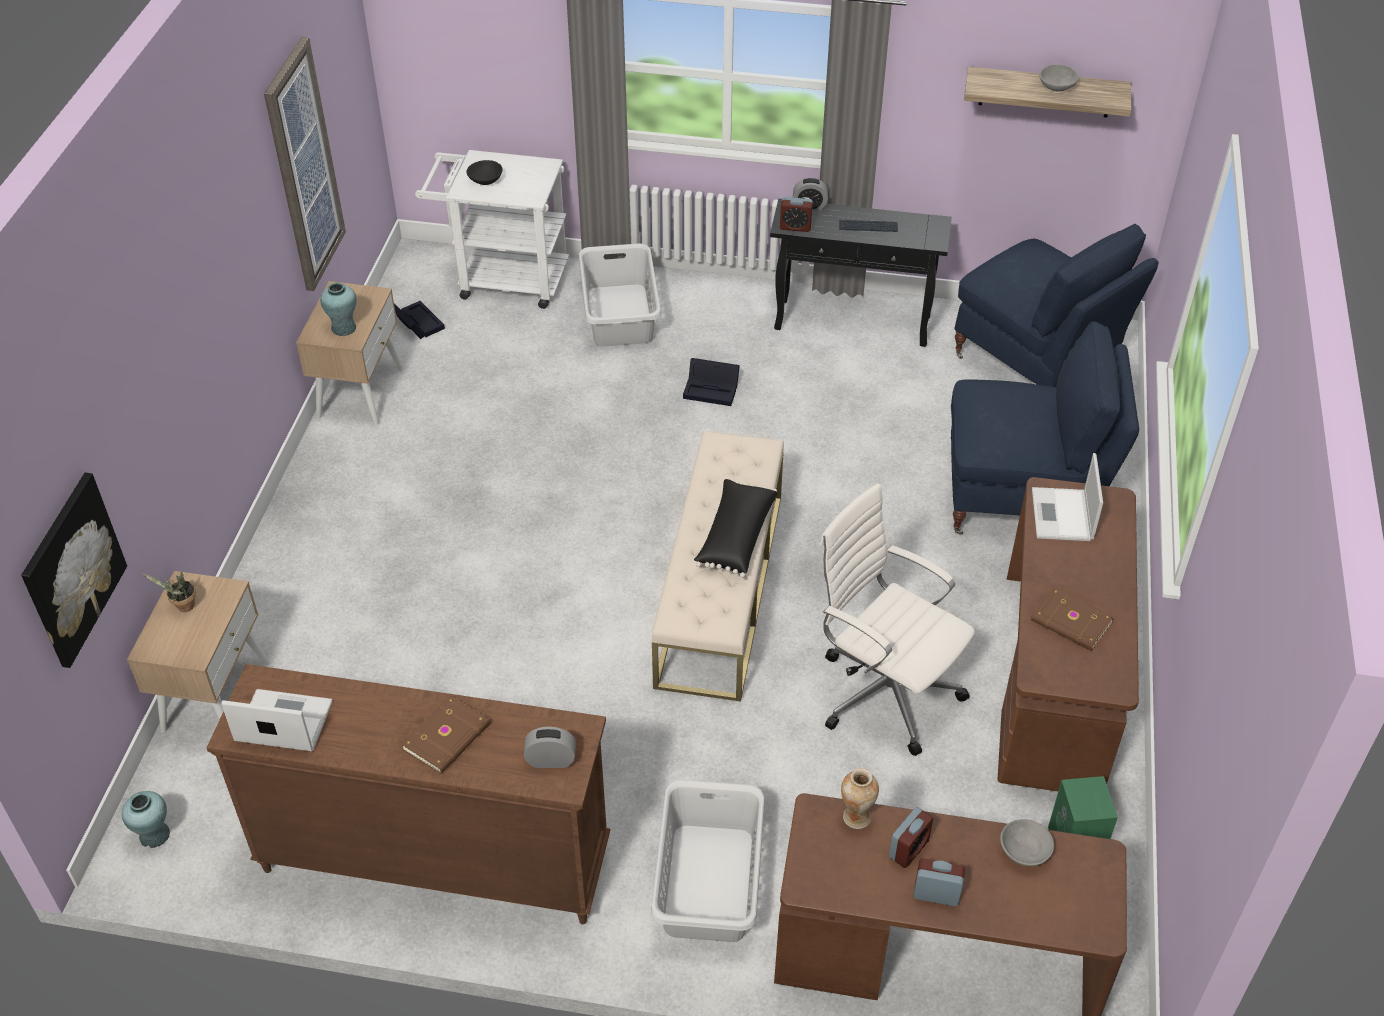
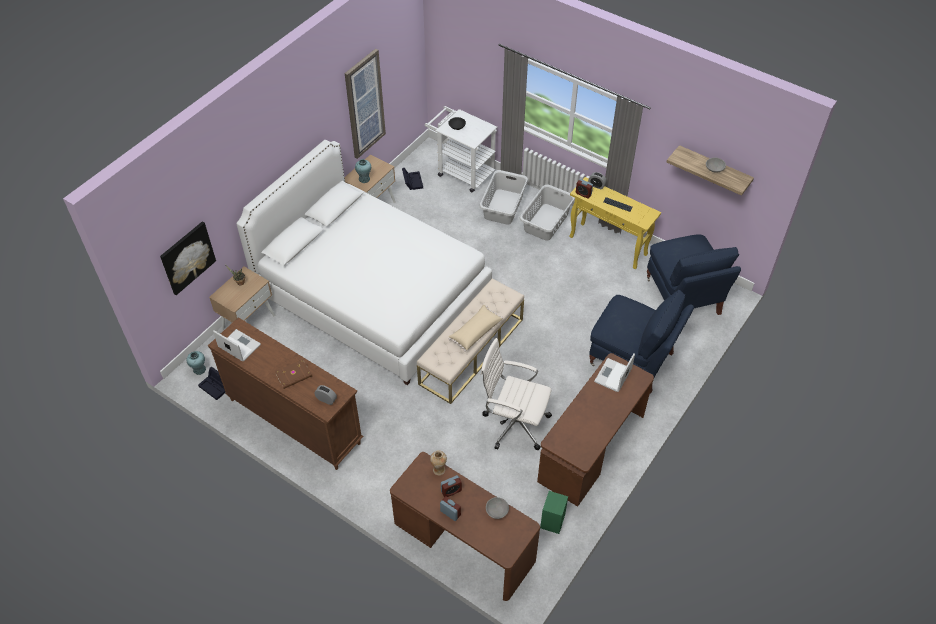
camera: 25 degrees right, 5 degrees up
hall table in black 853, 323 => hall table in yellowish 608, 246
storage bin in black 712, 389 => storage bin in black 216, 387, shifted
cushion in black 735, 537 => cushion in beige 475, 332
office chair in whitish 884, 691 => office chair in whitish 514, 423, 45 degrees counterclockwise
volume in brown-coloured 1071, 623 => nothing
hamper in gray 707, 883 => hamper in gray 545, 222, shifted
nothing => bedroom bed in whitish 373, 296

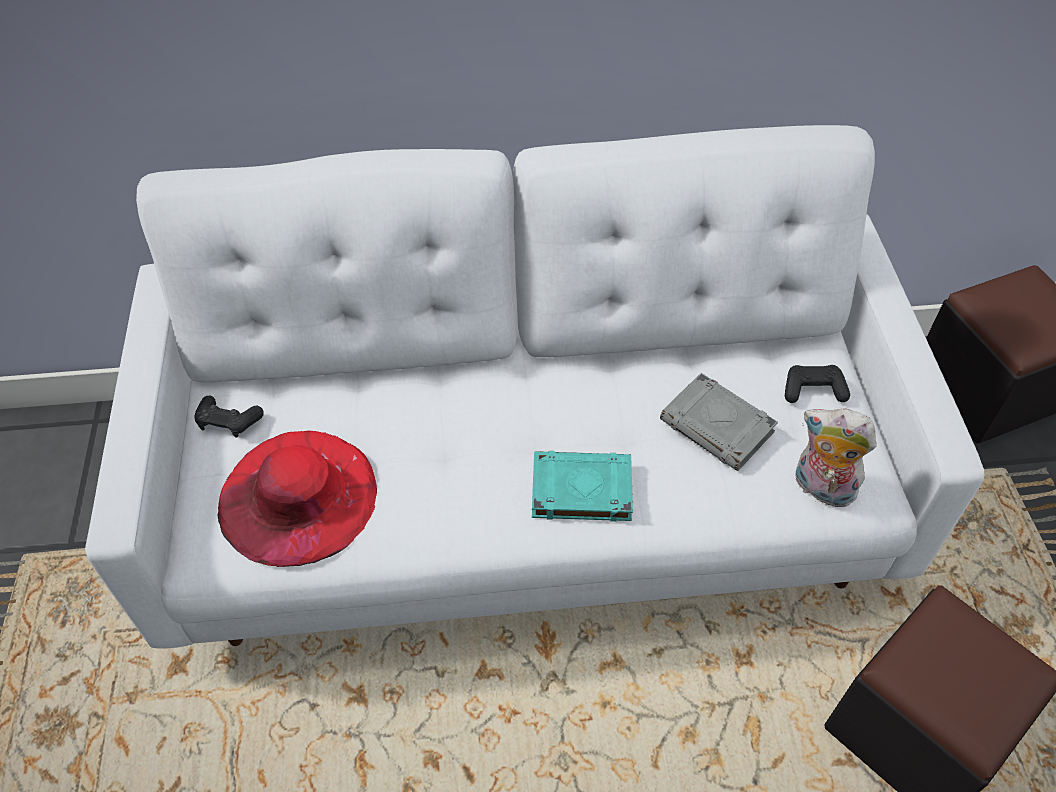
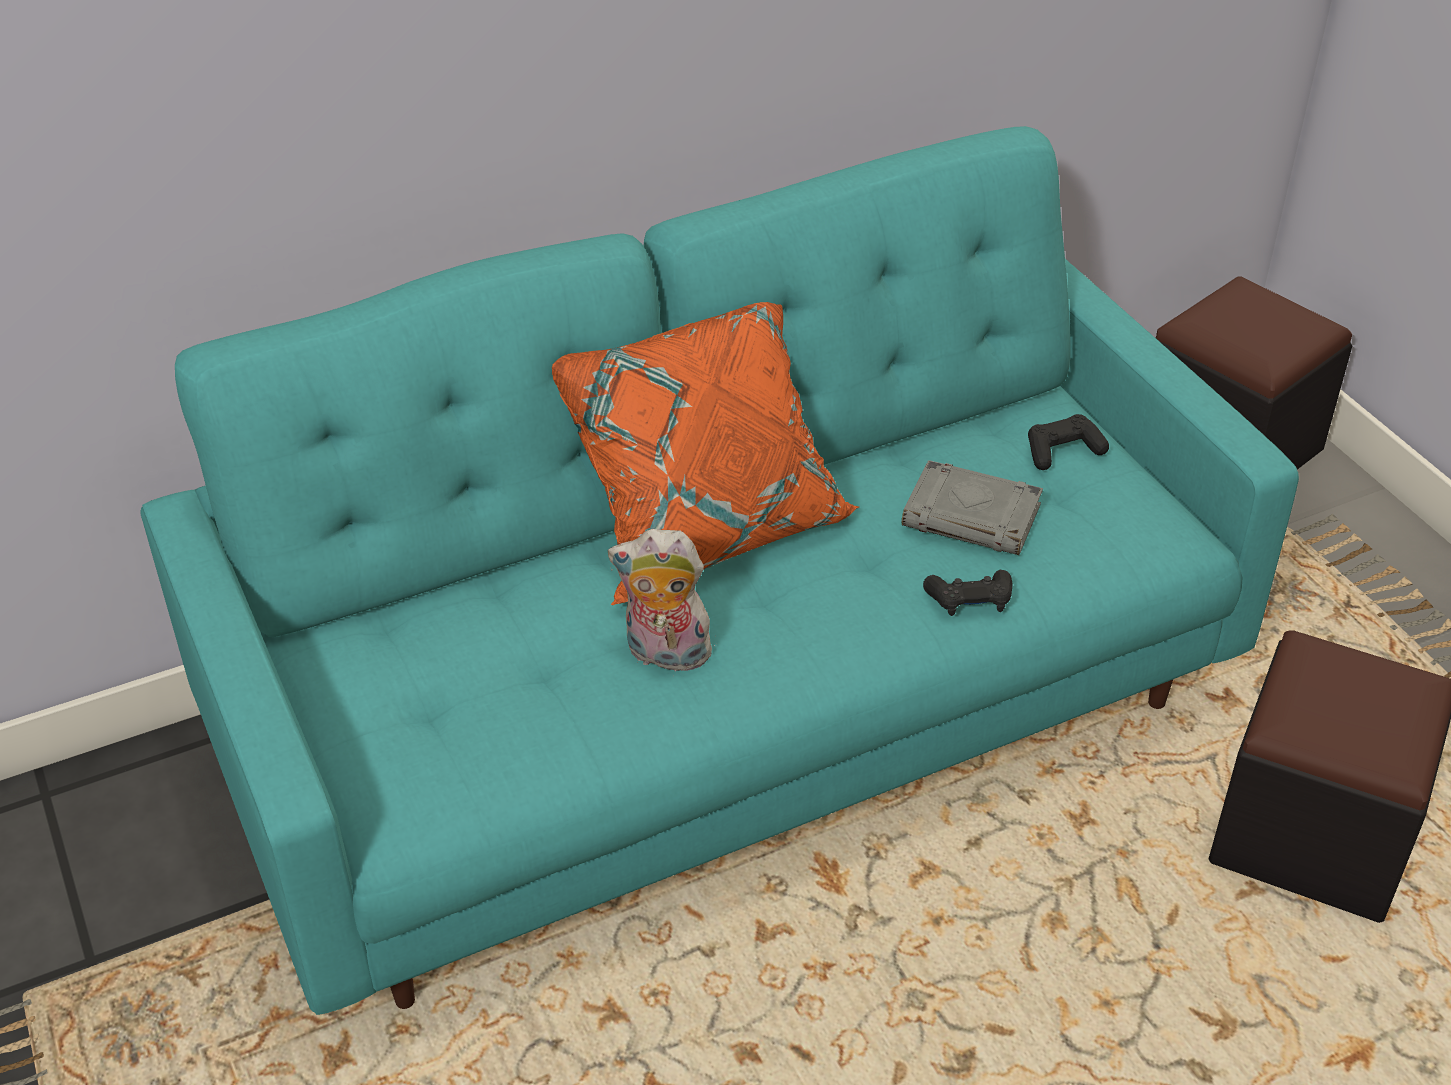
camera: 20 degrees left, 10 degrees down
settee in whitish 529, 501 => settee in turquoise-coloured 728, 722
gamepad in black 228, 421 => gamepad in black 969, 601, shifted
soft toy 820, 488 => soft toy 664, 655, shifted
wearable hat in red-coloured 298, 496 => nothing
volume in turquoise-coloured 580, 490 => nothing
nothing => cushion in orangey 704, 525

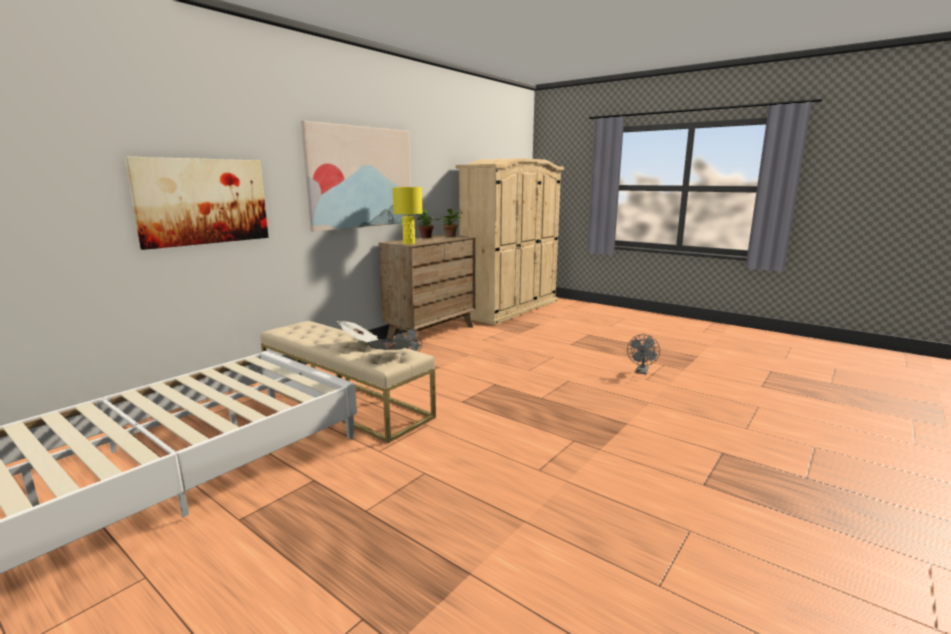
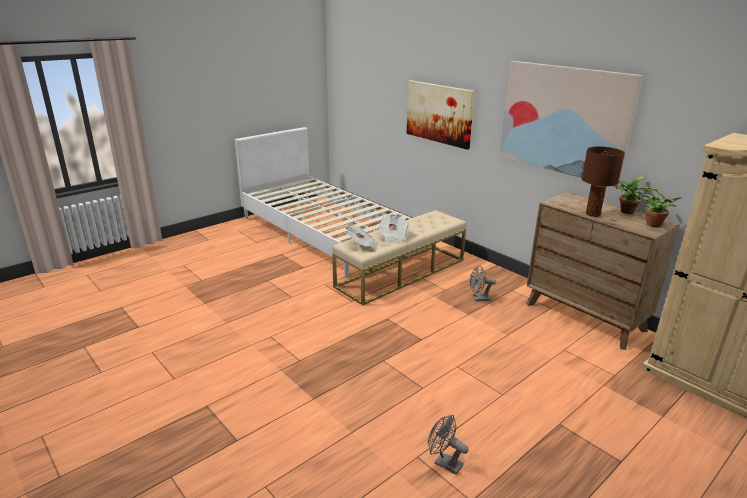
camera: 100 degrees right, 10 degrees up
tabletop lamp in yellowish 408, 243 => nothing
nothing => tabletop lamp in brown-coloured 593, 214

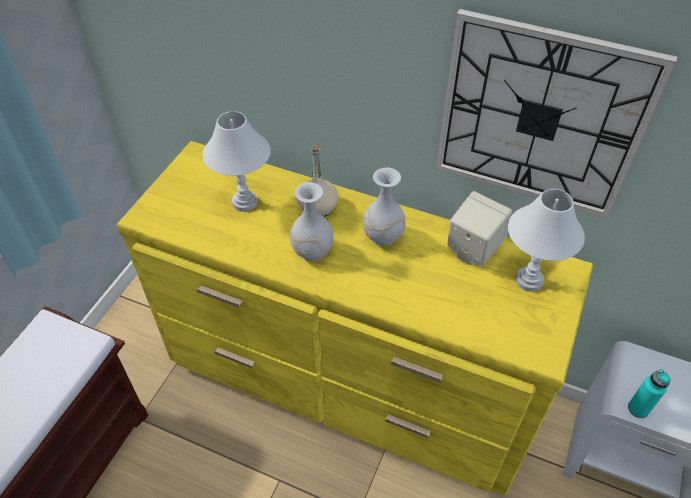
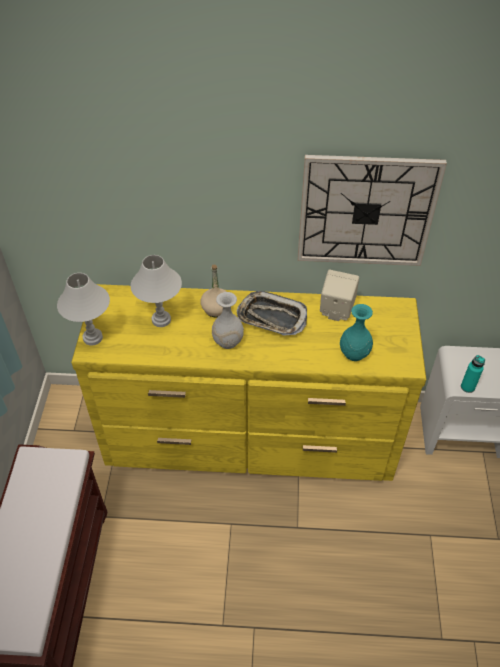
camera: 20 degrees left, 0 degrees up
flower vase in whitish 382, 236 => carrying tray 271, 317
tabletop lamp in whitish 529, 280 => tabletop lamp in whitish 93, 337, shifted
nothing => flower vase in turquoise-coloured 354, 353

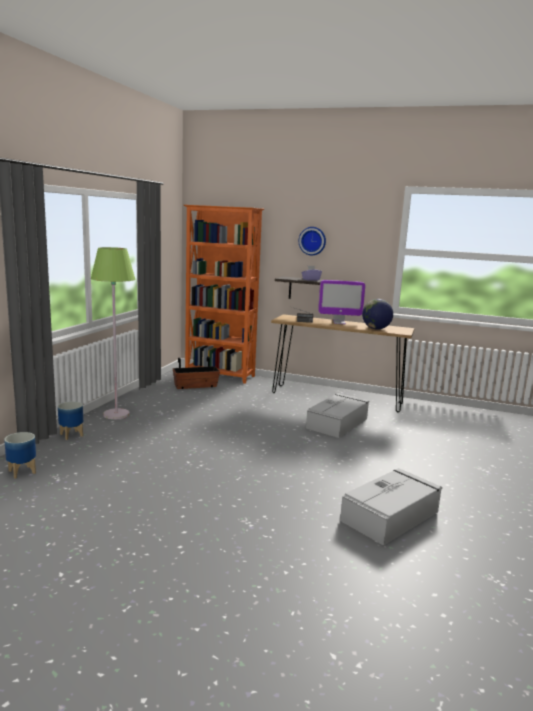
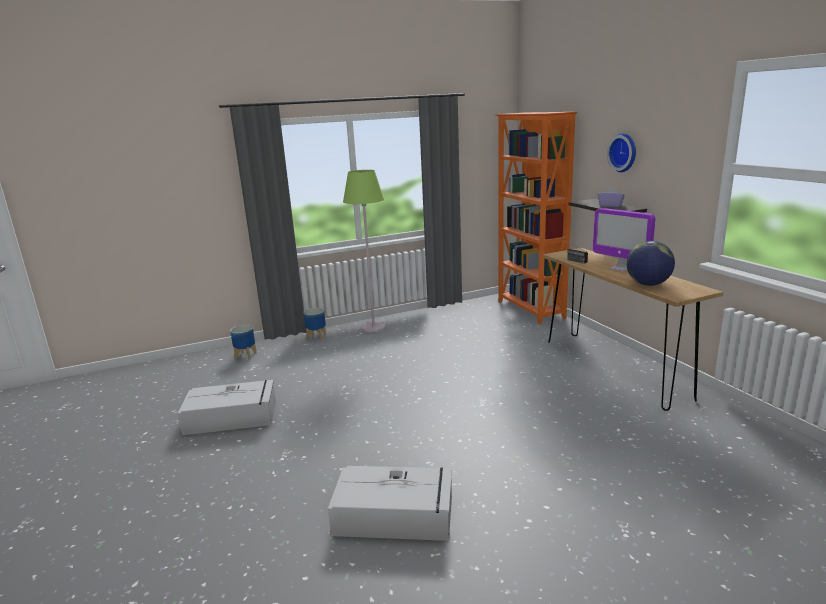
camera: 50 degrees right, 5 degrees up
planter 195, 386 => nothing
storage bin in gray 338, 423 => storage bin in gray 233, 417, shifted

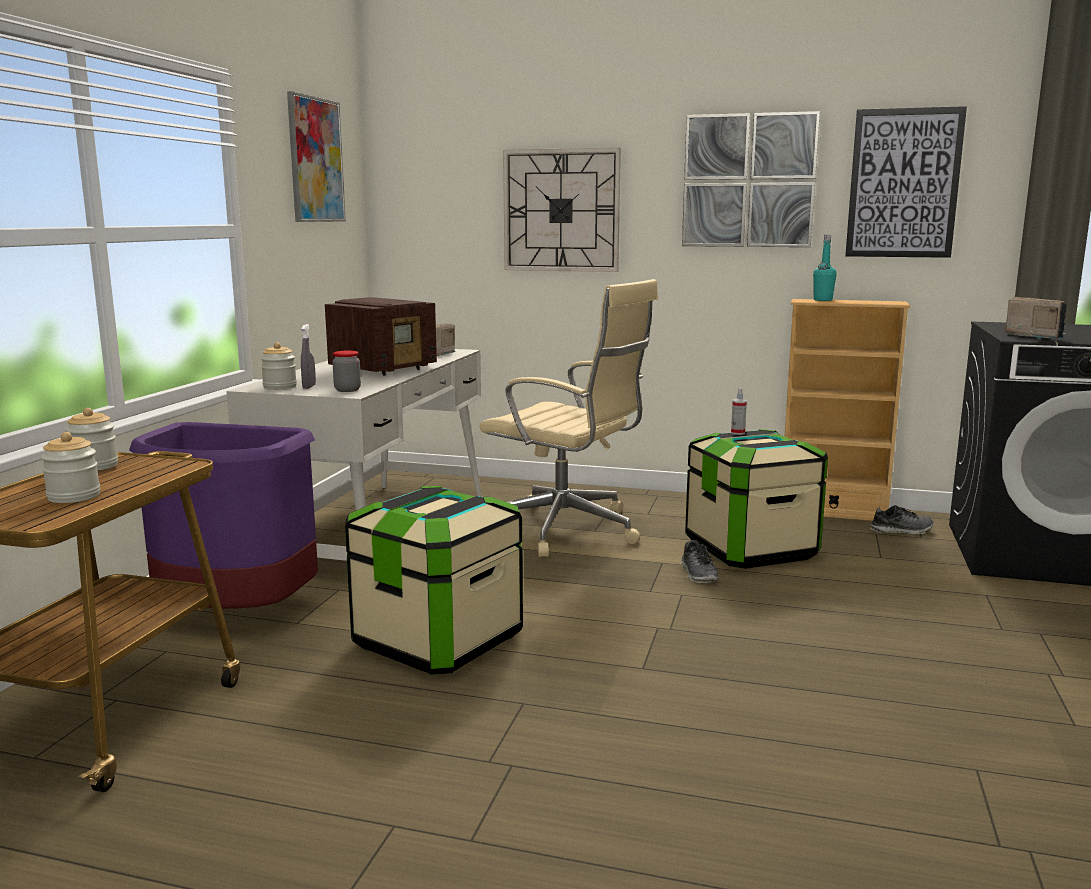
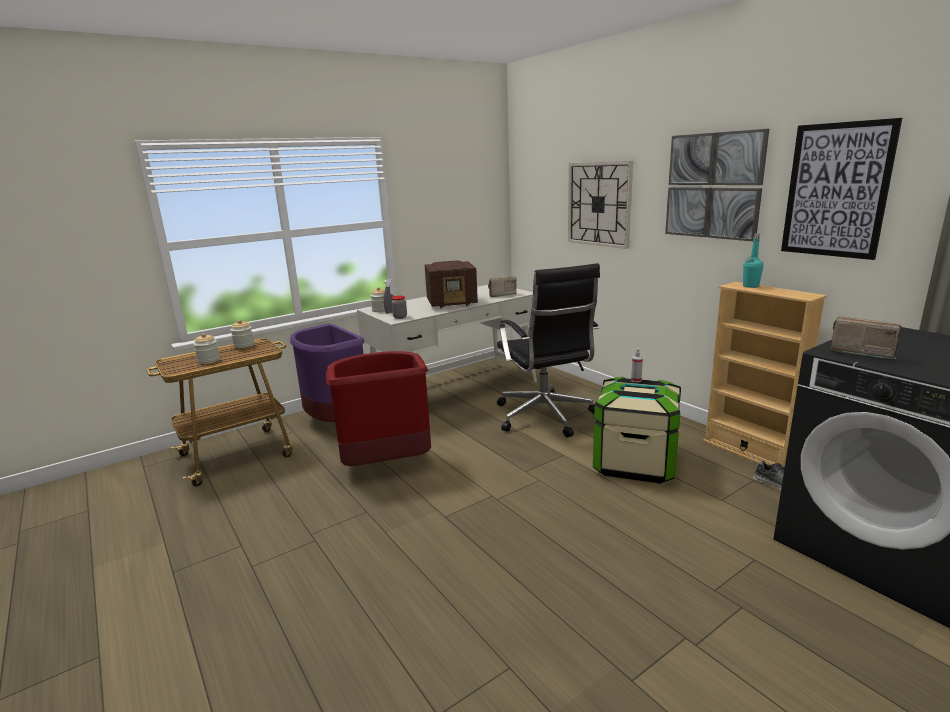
camera: 40 degrees right, 5 degrees up
wall picture 315, 160 => nothing
office chair in beige 566, 530 => office chair in black 545, 417
radio set 1036, 336 => radio set 860, 352, 60 degrees counterclockwise
storage bin 438, 640 => waste bin in red-coloured 385, 463
low shoe 699, 574 => nothing

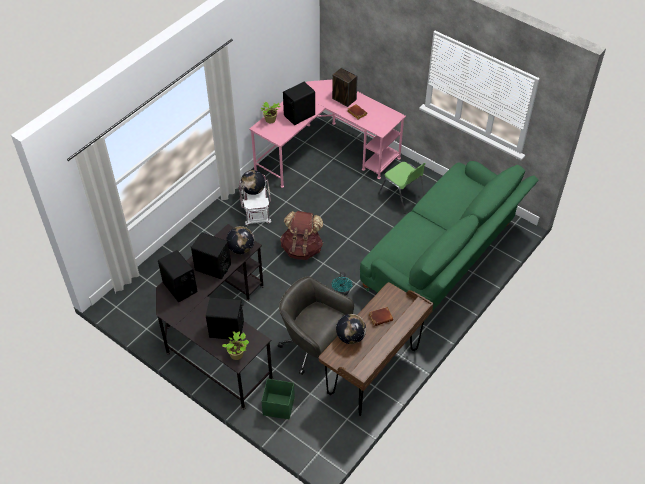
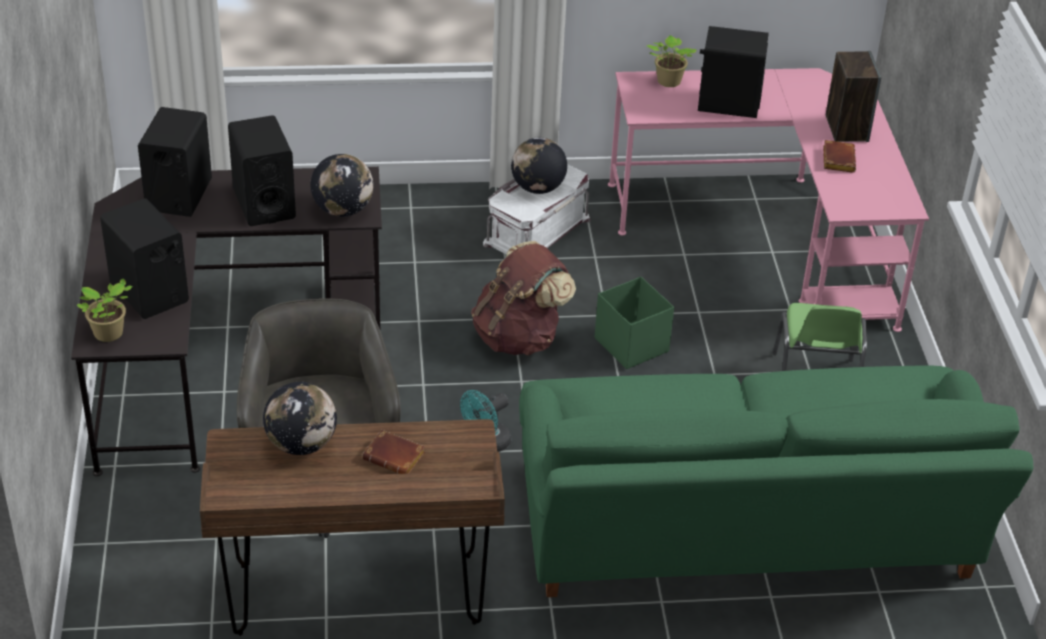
camera: 45 degrees right, 10 degrees down
storage bin in green 278, 406 => storage bin in green 631, 344, shifted

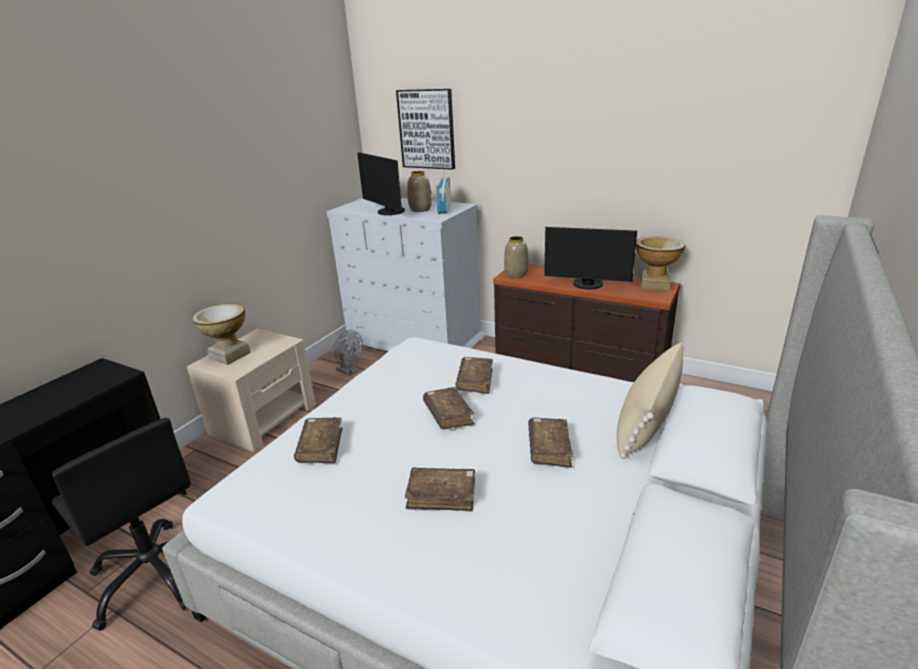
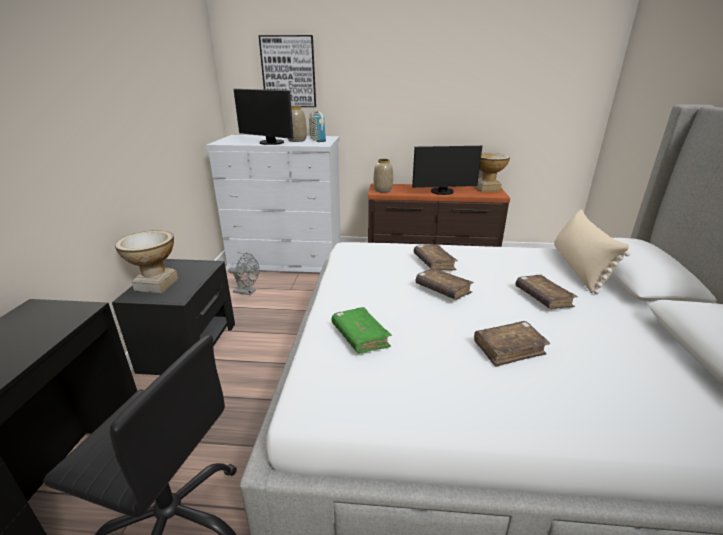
camera: 25 degrees left, 0 degrees up
night table in beige 264, 418 => night table in black 189, 346
volume in brown-coloured 320, 446 => volume in green 360, 337

